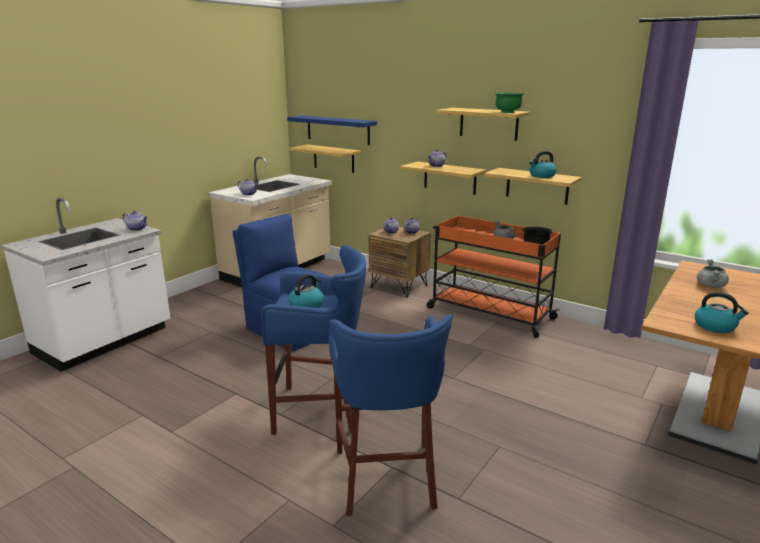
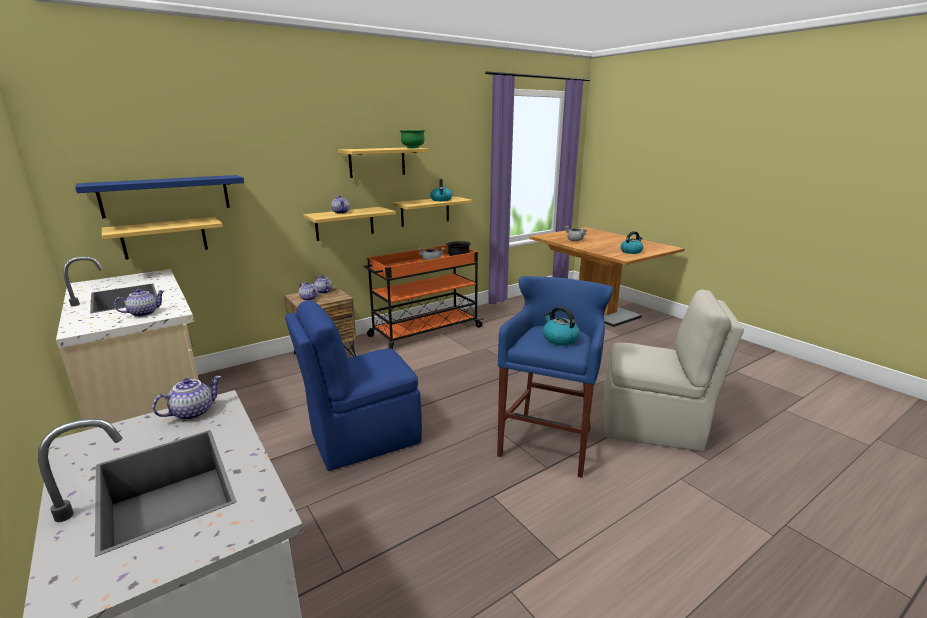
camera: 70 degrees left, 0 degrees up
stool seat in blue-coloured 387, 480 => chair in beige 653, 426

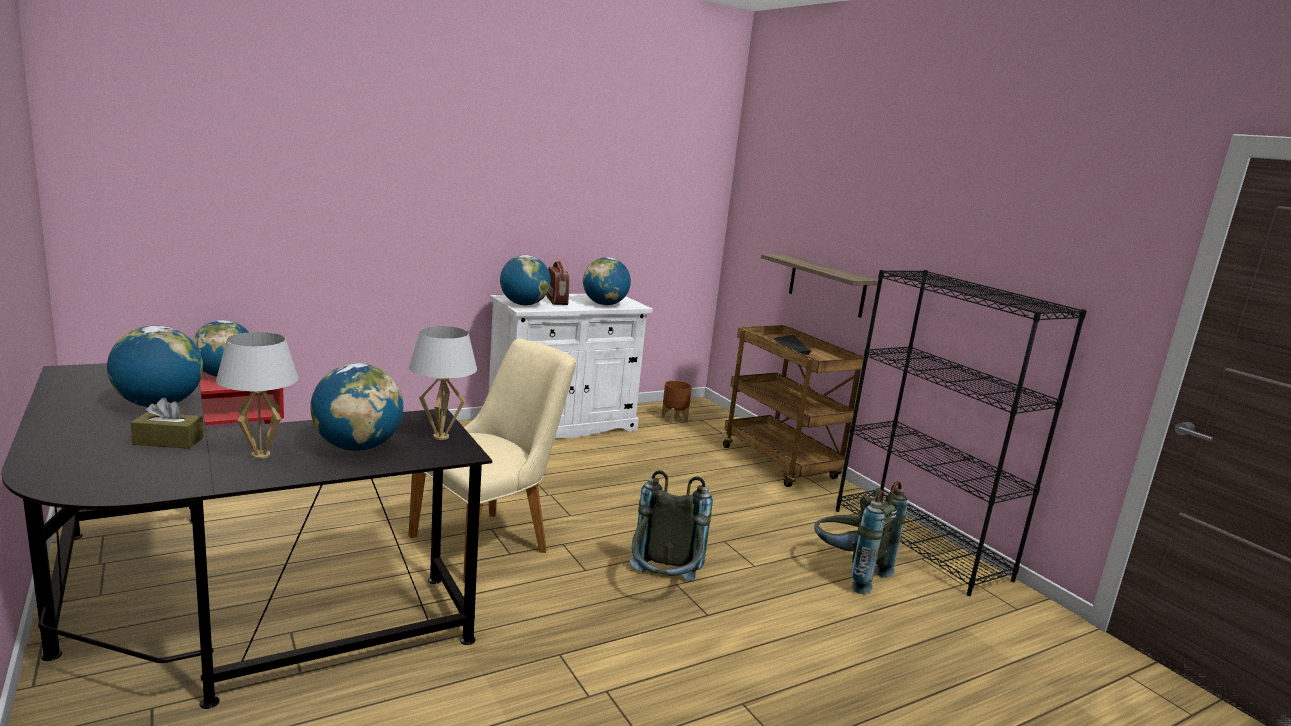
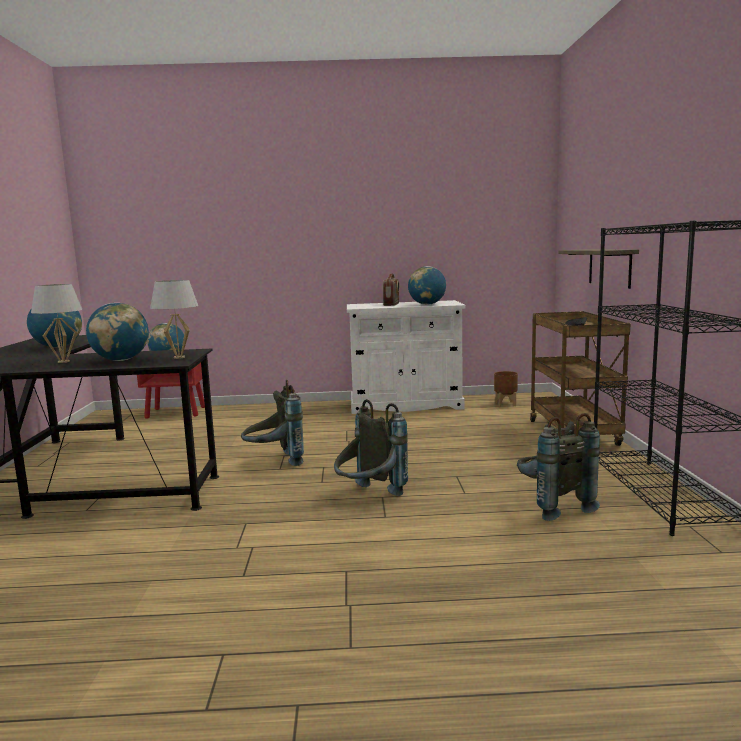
camera: 30 degrees right, 5 degrees down
desk globe 523, 304 => nothing
chair in beige 491, 541 => rucksack in gray 275, 461
tissue holder in brown-coloured 168, 441 => nothing

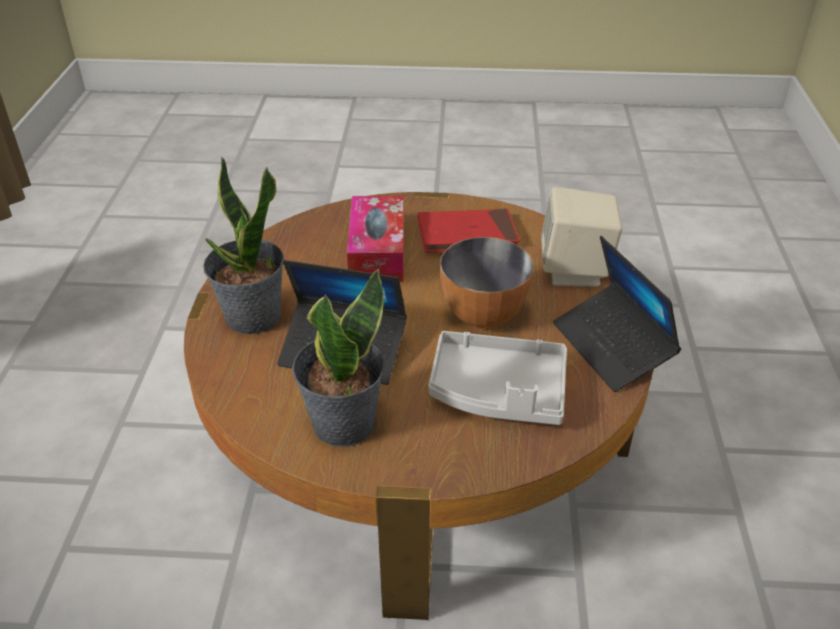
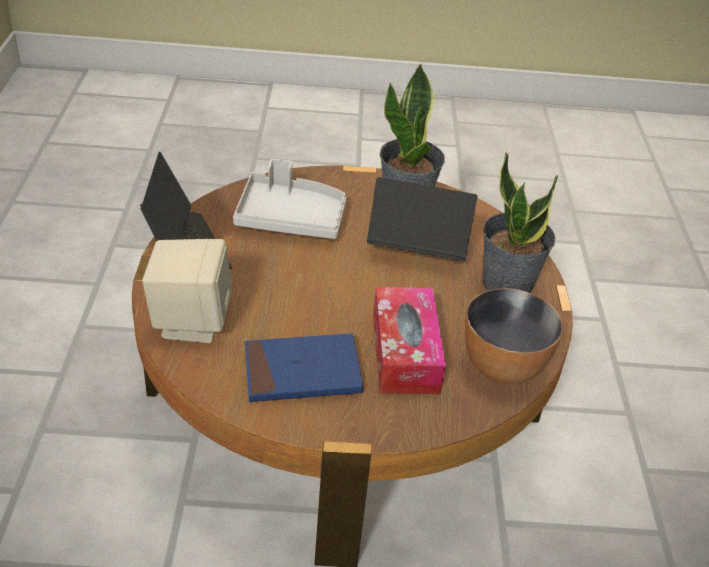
camera: 175 degrees right, 0 degrees up
volume in red-coloured 467, 235 => volume in blue-coloured 302, 372
deep dish 484, 314 => deep dish 501, 367, shifted

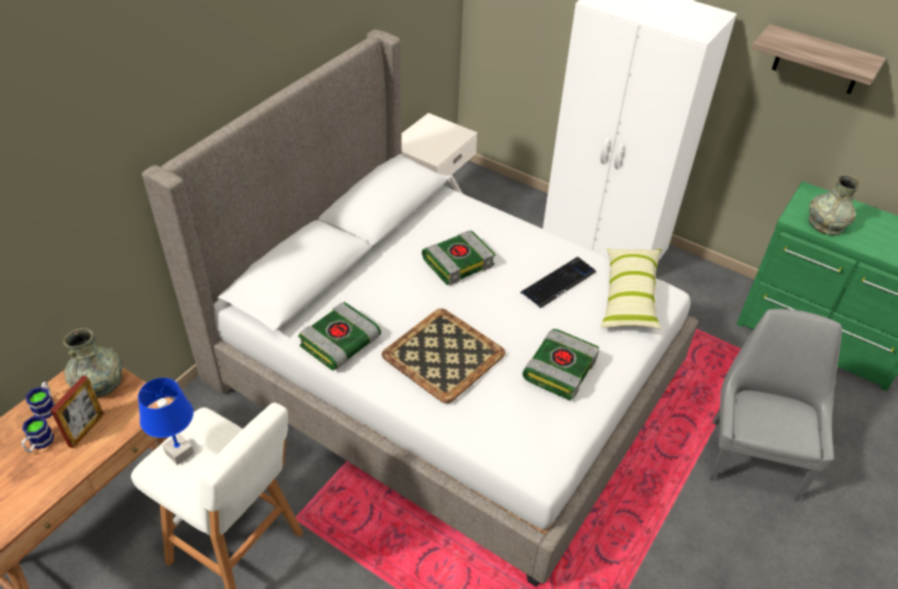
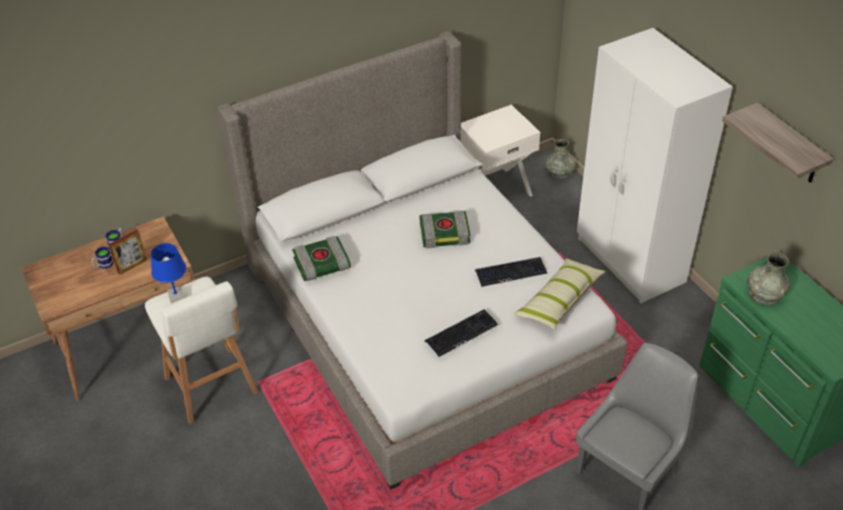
camera: 30 degrees right, 0 degrees up
carrying tray 443, 353 => nothing
flower vase in gray 99, 382 => flower vase in gray 560, 172, shifted
volume 559, 368 => computer keyboard 461, 333

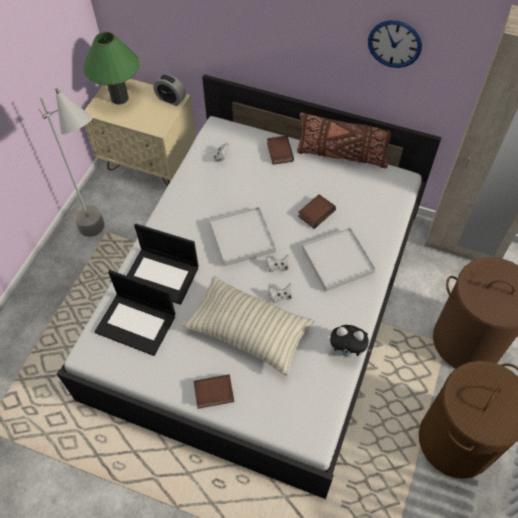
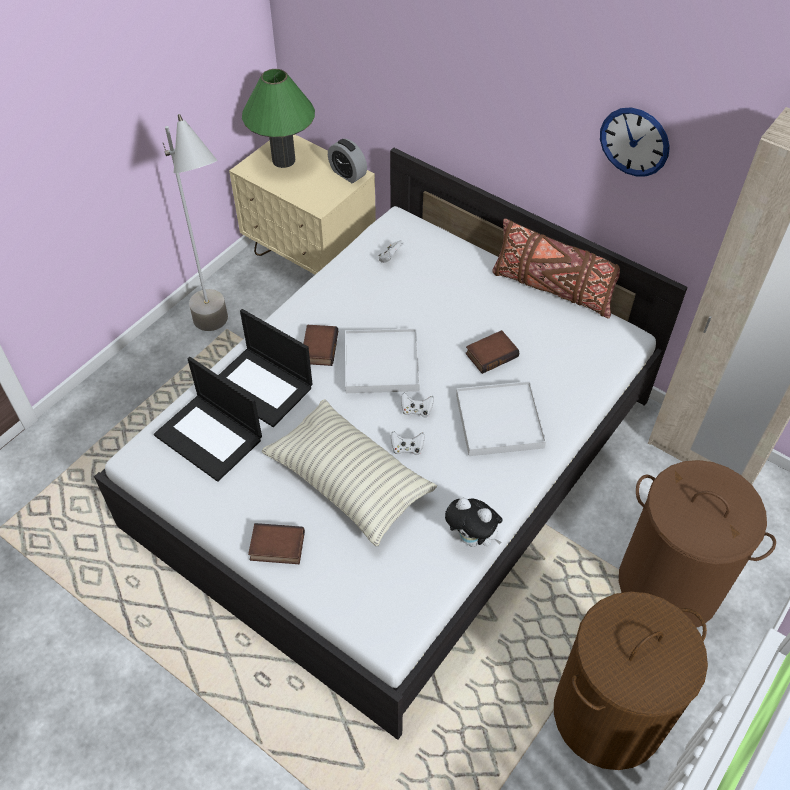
camera: 15 degrees right, 5 degrees down
volume 279, 152 => volume 318, 348, shifted

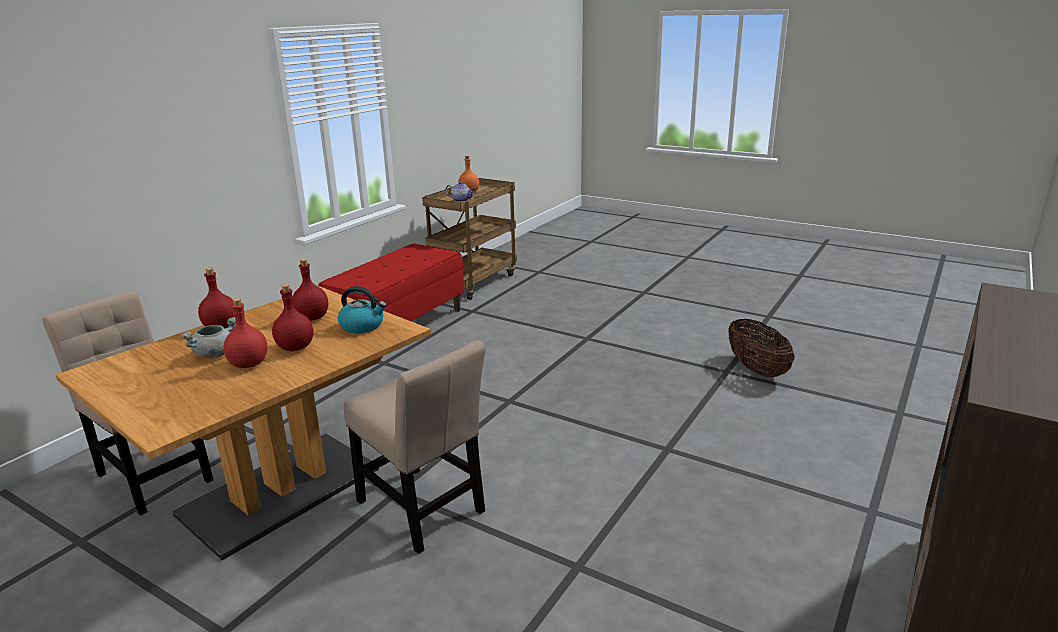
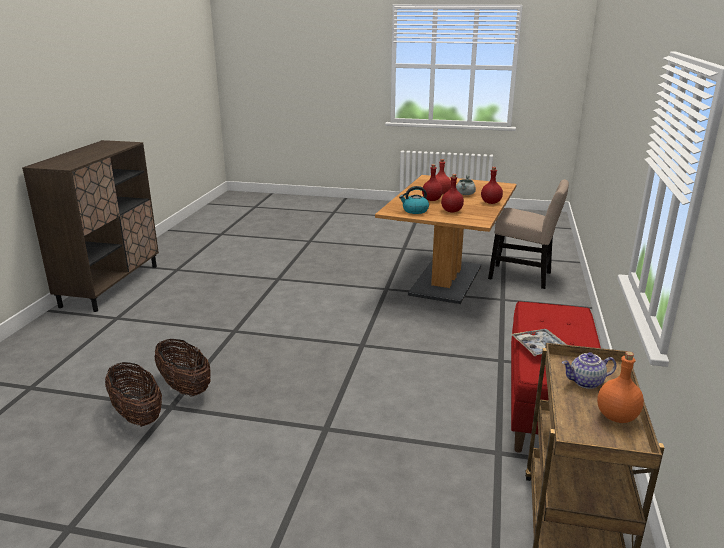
camera: 160 degrees right, 0 degrees up
chair in beige 423, 510 => nothing
nothing => carrying tray 540, 347
nothing => household basket 185, 387

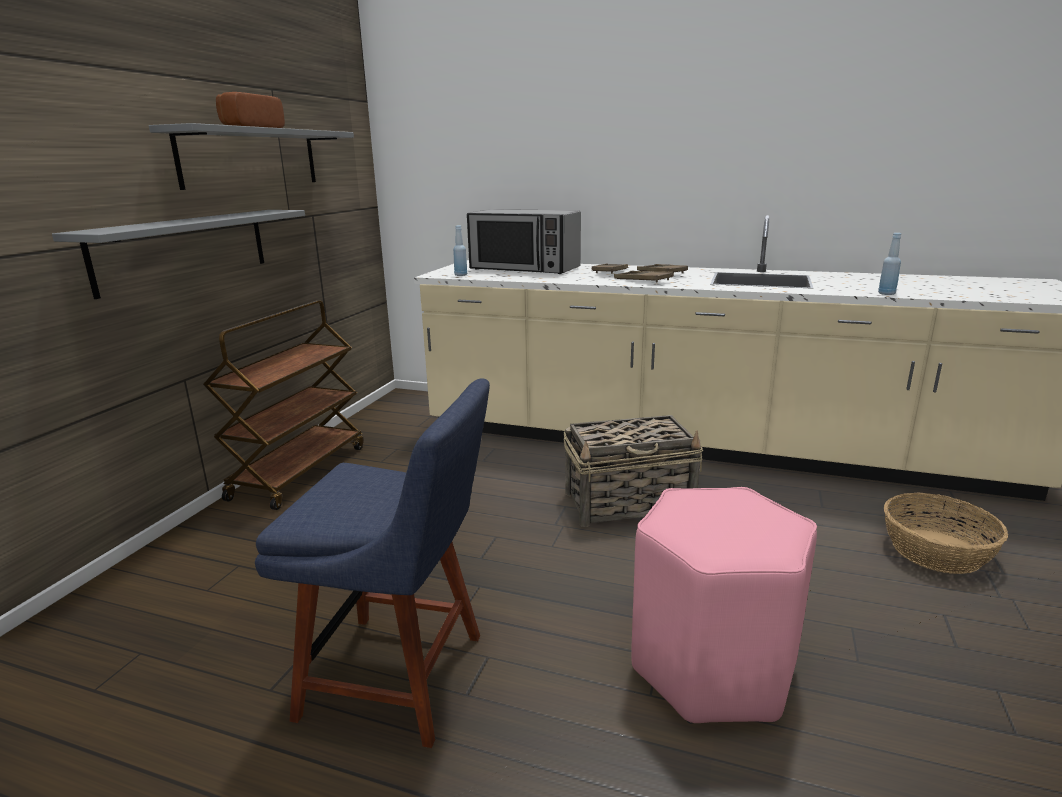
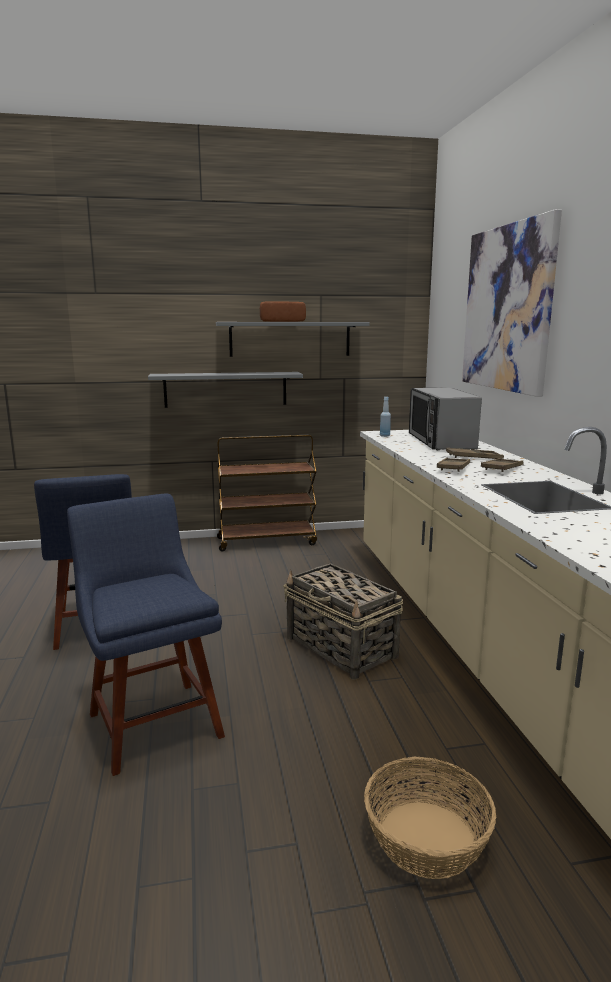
camera: 60 degrees right, 5 degrees down
drink bottle in blue-coloured 886, 294 => nothing
stool seat in pink 712, 666 => chair in blue-coloured 153, 721
nothing => wall picture 507, 308

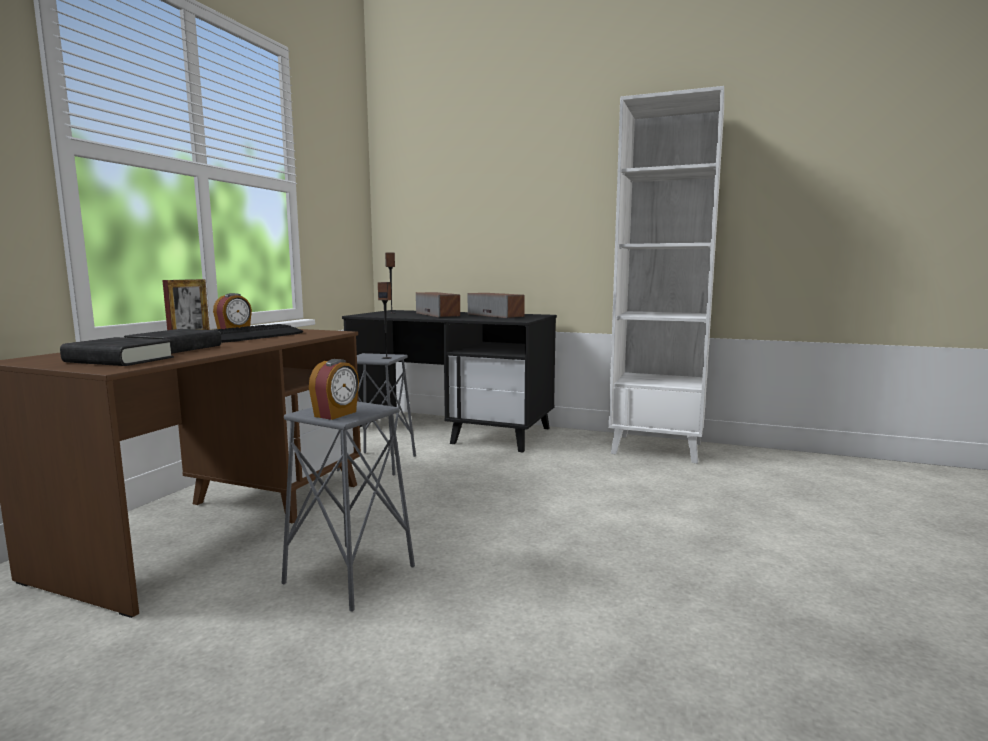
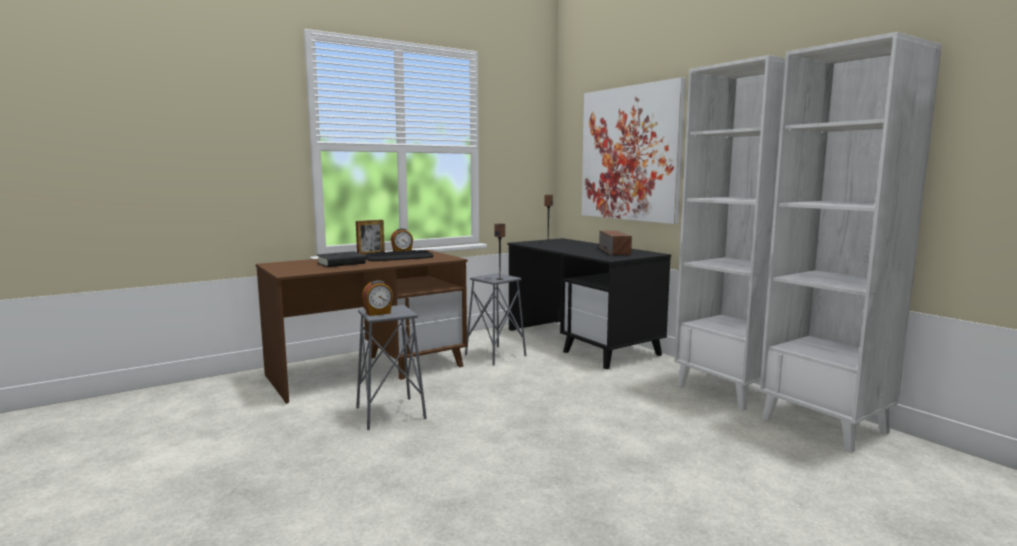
camera: 35 degrees right, 0 degrees up
loudspeaker 438, 314 => nothing
volume in black 119, 360 => nothing
nothing => bookcase in whitish 825, 425
nothing => wall picture 630, 154

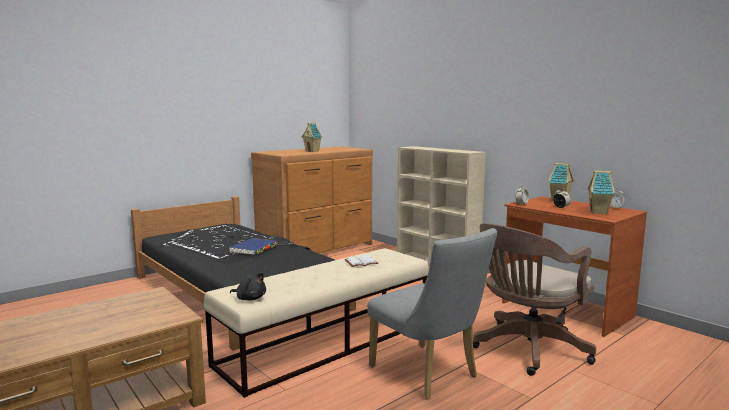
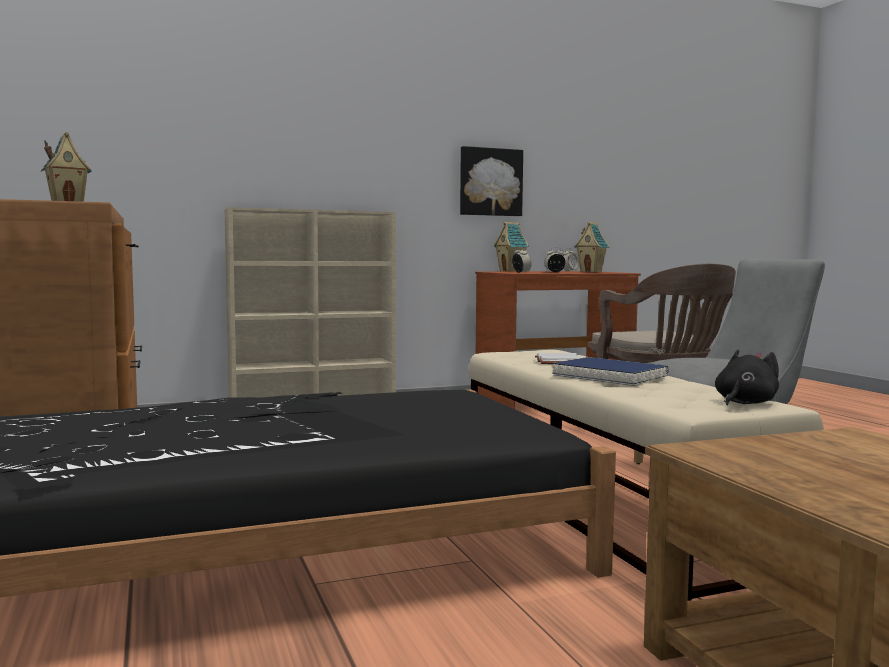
camera: 70 degrees left, 5 degrees down
volume in blue-coloured 253, 249 => volume in blue-coloured 609, 376, shifted
nothing => wall picture 490, 182

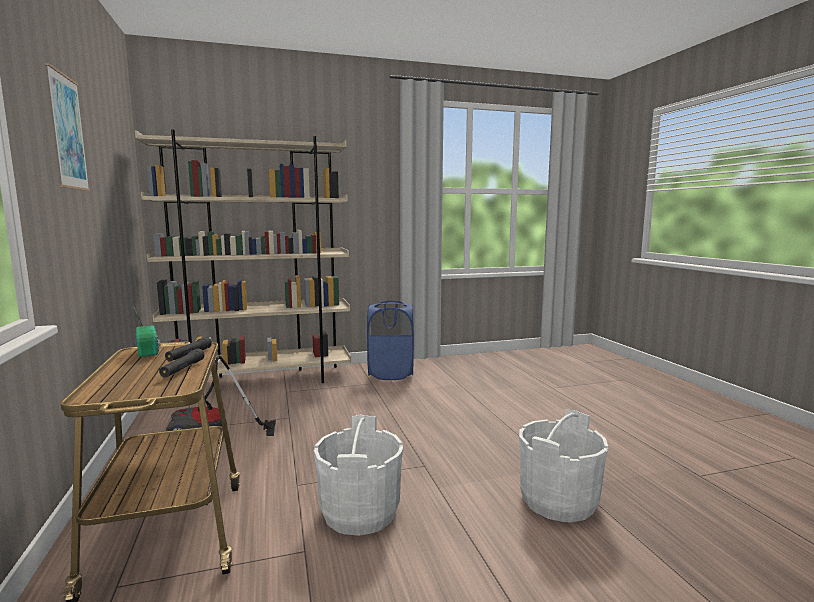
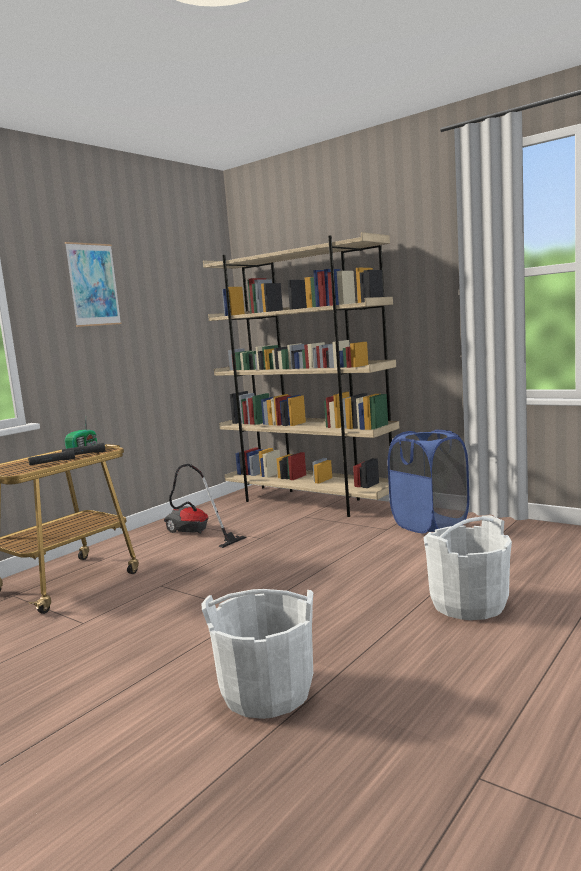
camera: 55 degrees right, 0 degrees up
pail in whitish 359, 512 => pail in whitish 468, 604, shifted

